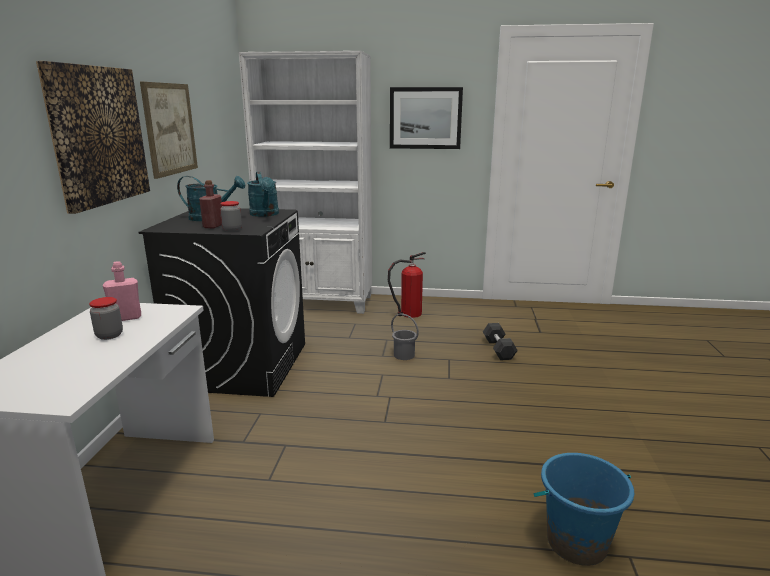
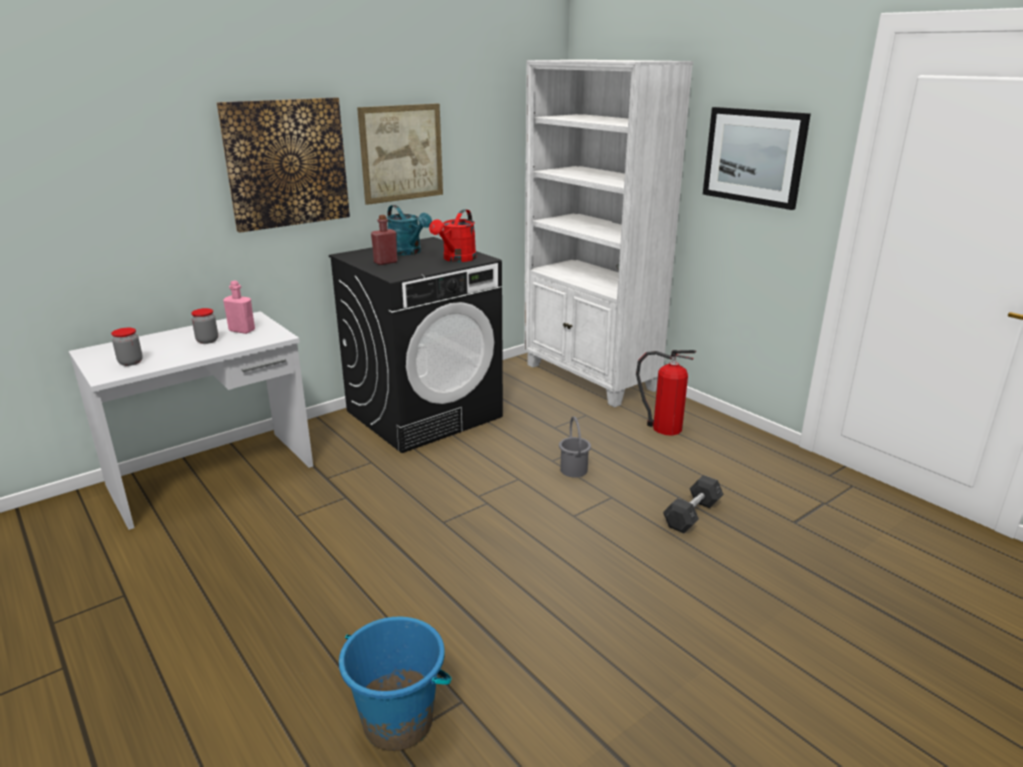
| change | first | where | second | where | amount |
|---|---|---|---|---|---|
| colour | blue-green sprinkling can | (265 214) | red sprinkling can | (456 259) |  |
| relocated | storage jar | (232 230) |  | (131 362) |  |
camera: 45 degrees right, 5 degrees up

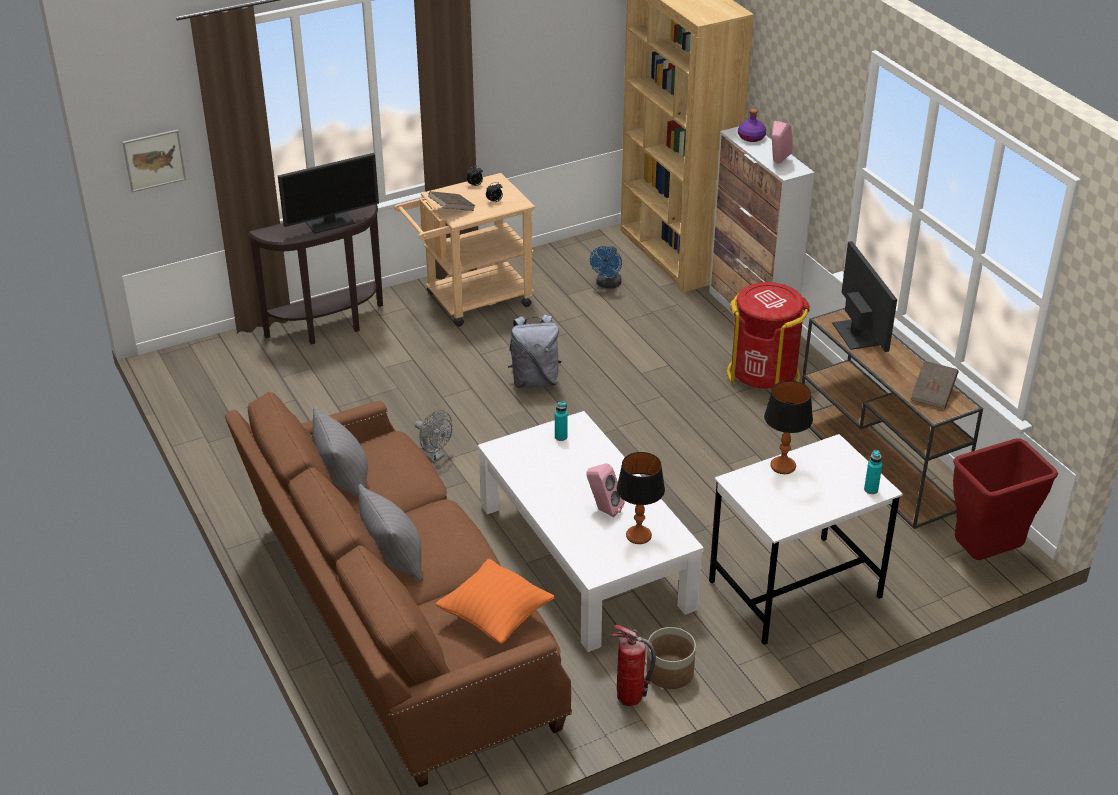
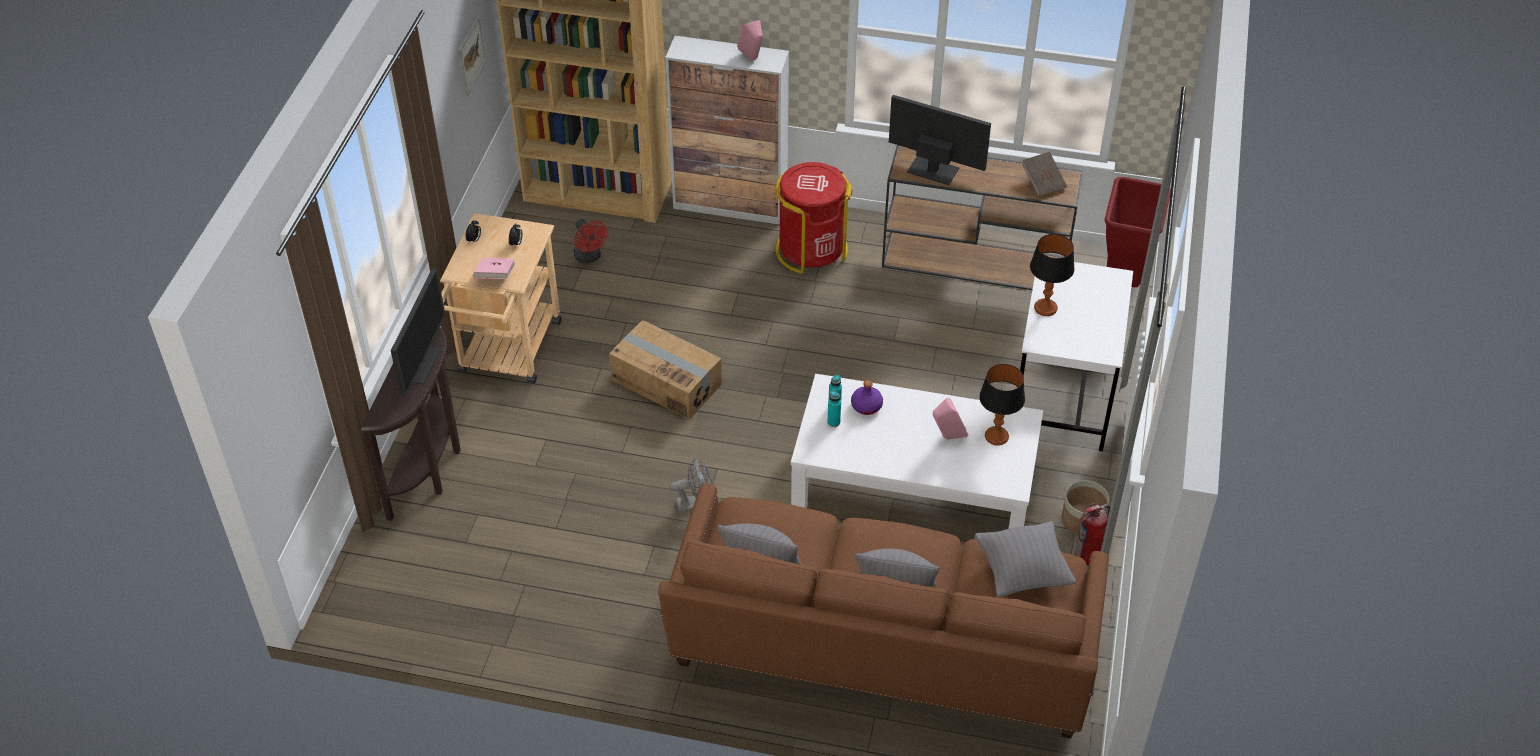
| change | first | where | second | where | amount |
|---|---|---|---|---|---|
| relocated | purple-coloured drink bottle | (751 137) |  | (866 405) |  |
| relocated | wall art | (154 160) |  | (470 56) |  |
| colour | brownish bound book | (452 210) | pinkish bound book | (495 276) |  |
| colour | blue-coloured fan | (607 284) | red fan | (589 257) |  |
| exchanged | gray knapsack | (535 380) | packing box | (667 382) |  |
| relocated | blue-green drink bottle | (871 489) |  | (833 422) |  |
| colour | orangey cushion | (495 617) | gray cushion | (1022 572) |  |
camera: 50 degrees left, 10 degrees up

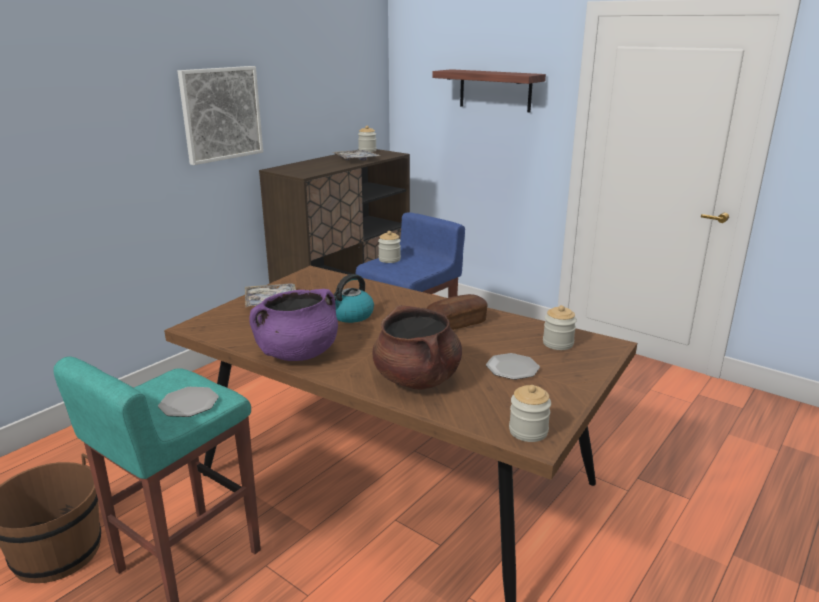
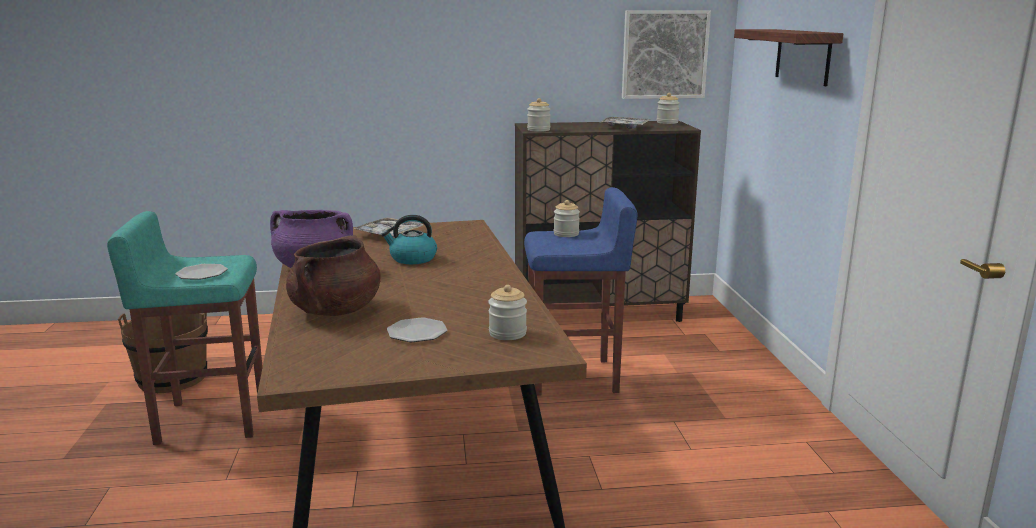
| change | first | where | second | where | amount |
|---|---|---|---|---|---|
| relocated | wall art | (221 114) |  | (664 54) |  |
| missing | bakery bread | (456 324) |  |  |  |
| relocated | storage jar | (528 431) |  | (538 130) |  |
camera: 45 degrees right, 5 degrees down

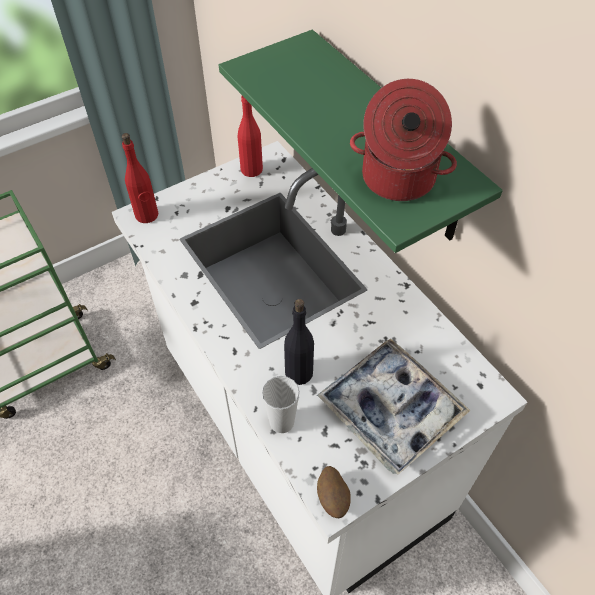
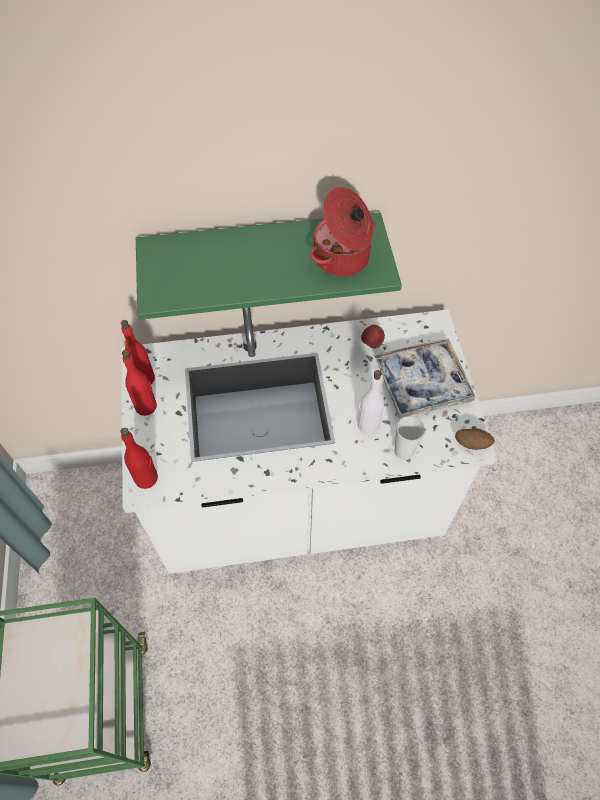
| change | first | where | second | where | amount |
|---|---|---|---|---|---|
| colour | black drink bottle | (299 372) | whitish drink bottle | (368 425) |  |
| appeared |  |  | whole apple | (372 343) |  |
| appeared |  |  | red drink bottle | (146 406) |  |
camera: 65 degrees left, 5 degrees up

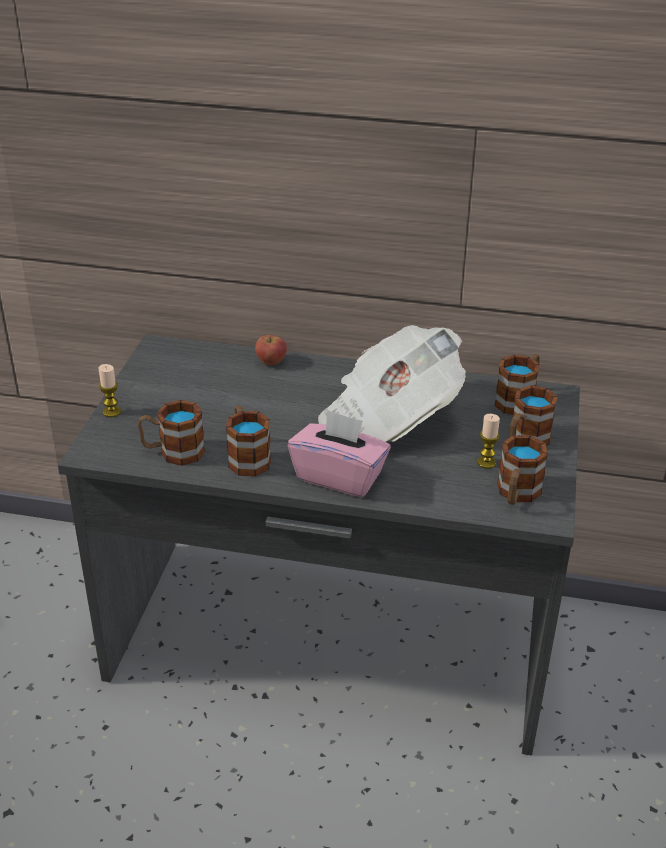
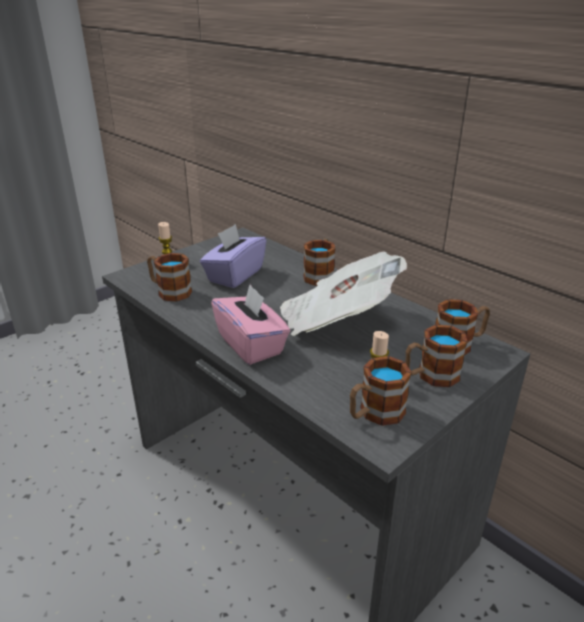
| change | first | where | second | where | amount |
|---|---|---|---|---|---|
| missing | whole apple | (271 362) |  |  |  |
| relocated | mug | (247 457) |  | (320 275) |  |
| appeared |  |  | purple-coloured tissue box | (234 275) |  |
camera: 35 degrees right, 5 degrees down

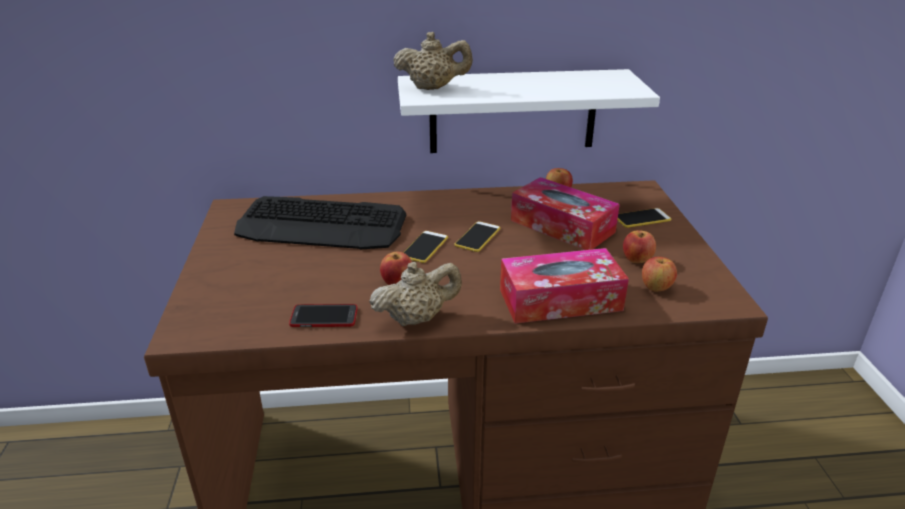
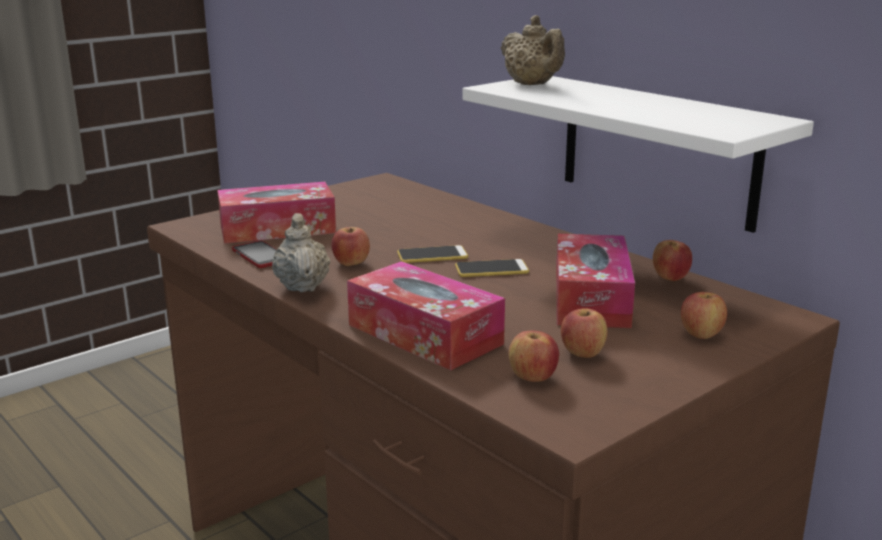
| change | first | where | second | where | amount |
|---|---|---|---|---|---|
| missing | PC keyboard | (322 225) |  |  |  |
| exchanged | telephone | (642 218) | whole apple | (701 335) |  |
| spun | beige-coloured tea pot | (416 318) |  | (302 286) | 135 degrees counterclockwise |
| appeared |  |  | tissue box | (277 229) |  |
camera: 55 degrees right, 10 degrees down

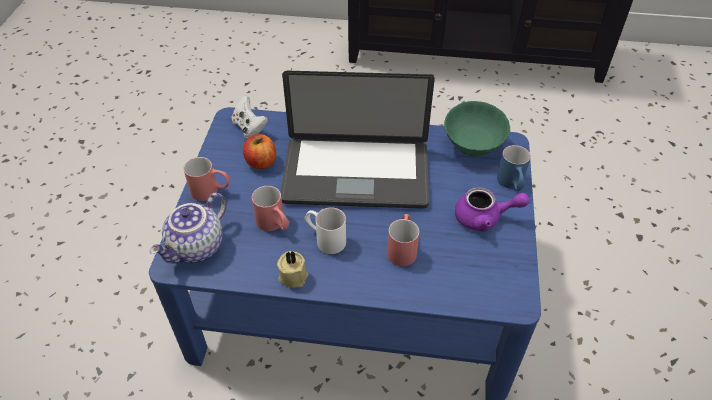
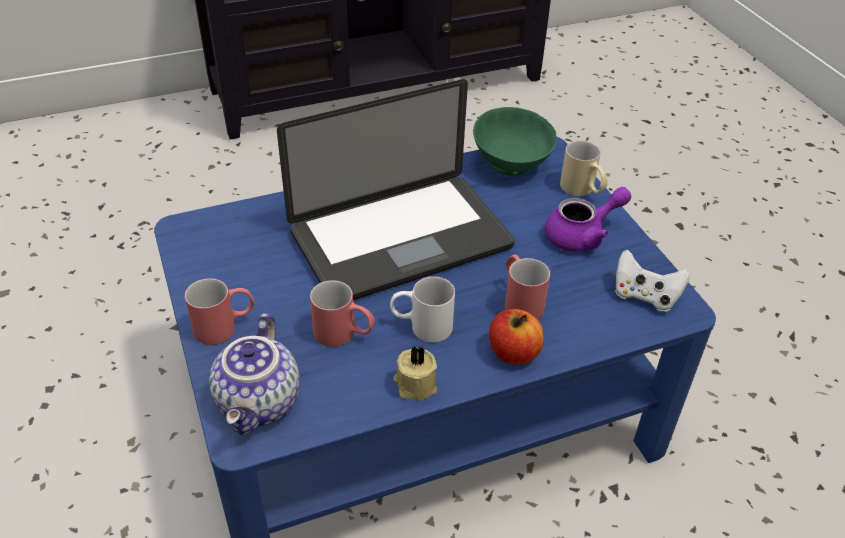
| change | first | where | second | where | amount |
|---|---|---|---|---|---|
| relocated | whitish gamepad | (249 128) |  | (645 296) |  |
| relocated | whole apple | (261 162) |  | (513 353) |  |
| colour | blue-coloured mug | (511 184) | beige-coloured mug | (582 190) |  |
camera: 30 degrees left, 5 degrees down

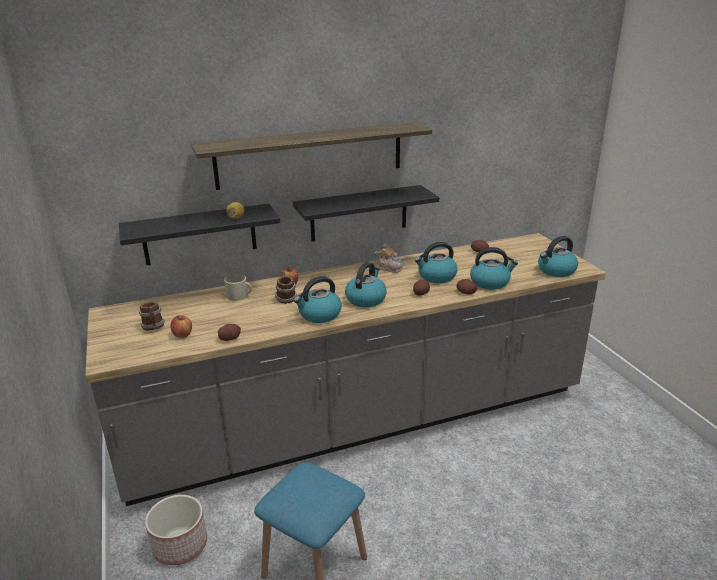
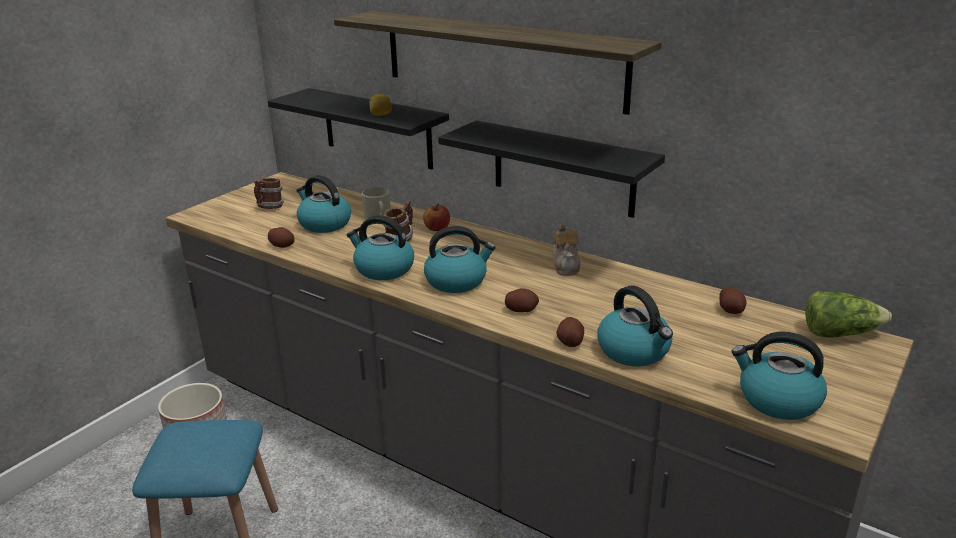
| change | first | where | second | where | amount |
|---|---|---|---|---|---|
| relocated | tea kettle | (436 276) |  | (324 224) |  |
| missing | whole apple | (182 334) |  |  |  |
| appeared |  |  | lettuce head | (839 333) |  |
camera: 55 degrees right, 0 degrees up

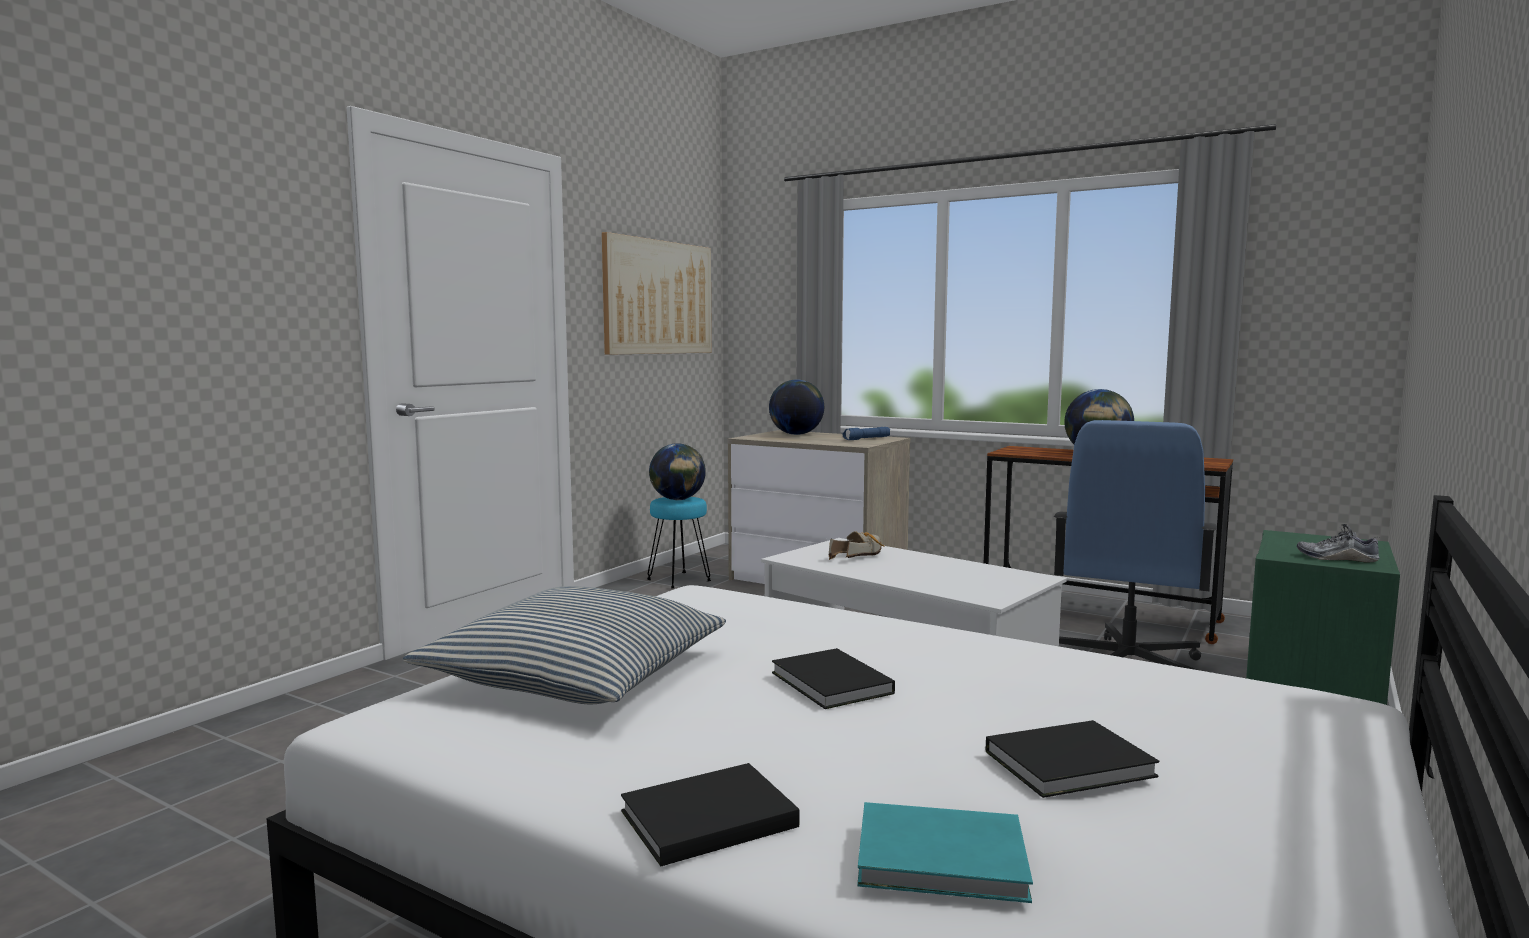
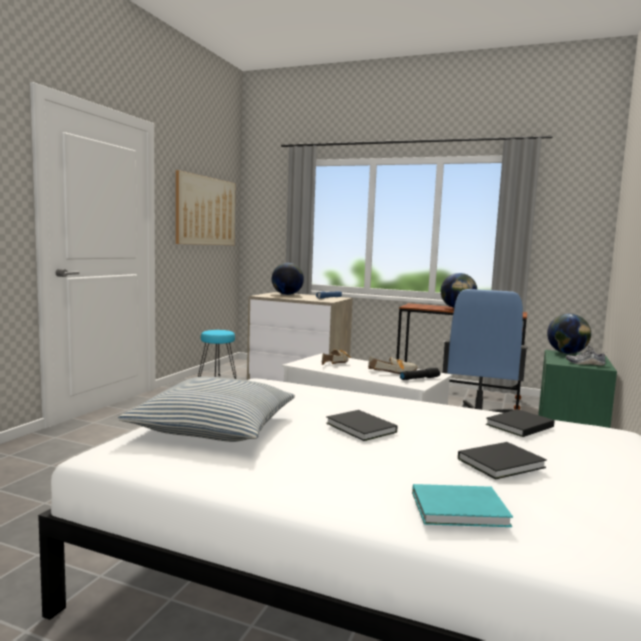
| change | first | where | second | where | amount |
|---|---|---|---|---|---|
| relocated | desk globe | (677 500) |  | (566 353) |  |
| relocated | black bound book | (703 819) |  | (517 425) |  |
| appeared |  |  | shoe | (395 372) |  |
| appeared |  |  | black flashlight | (419 378) |  |
camera: 10 degrees left, 0 degrees up

